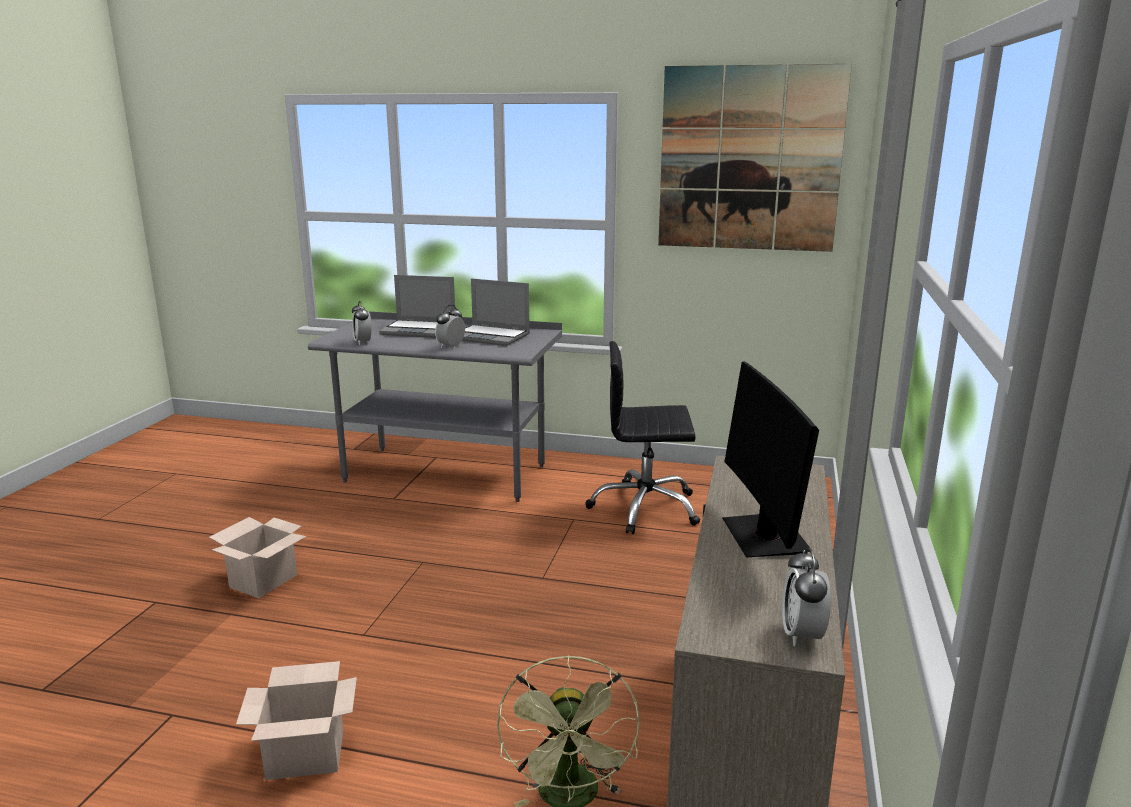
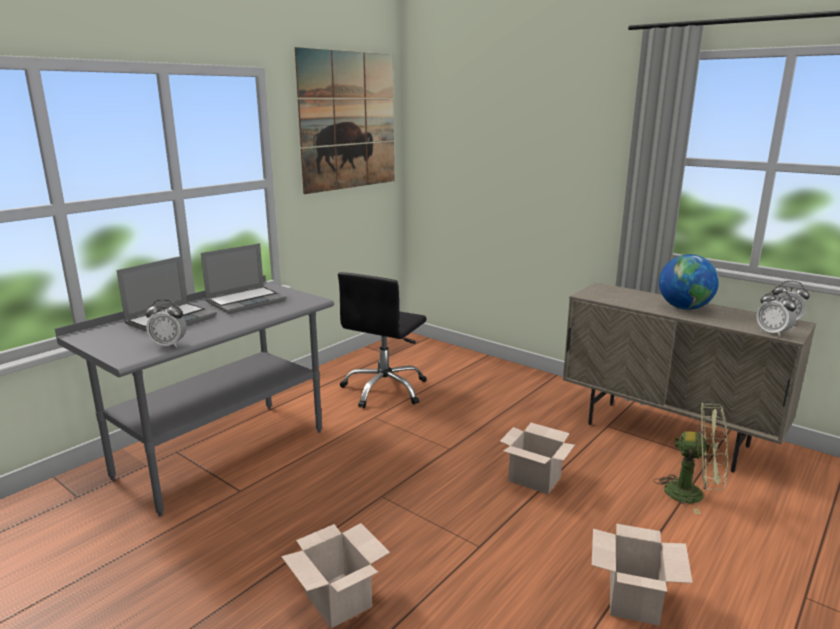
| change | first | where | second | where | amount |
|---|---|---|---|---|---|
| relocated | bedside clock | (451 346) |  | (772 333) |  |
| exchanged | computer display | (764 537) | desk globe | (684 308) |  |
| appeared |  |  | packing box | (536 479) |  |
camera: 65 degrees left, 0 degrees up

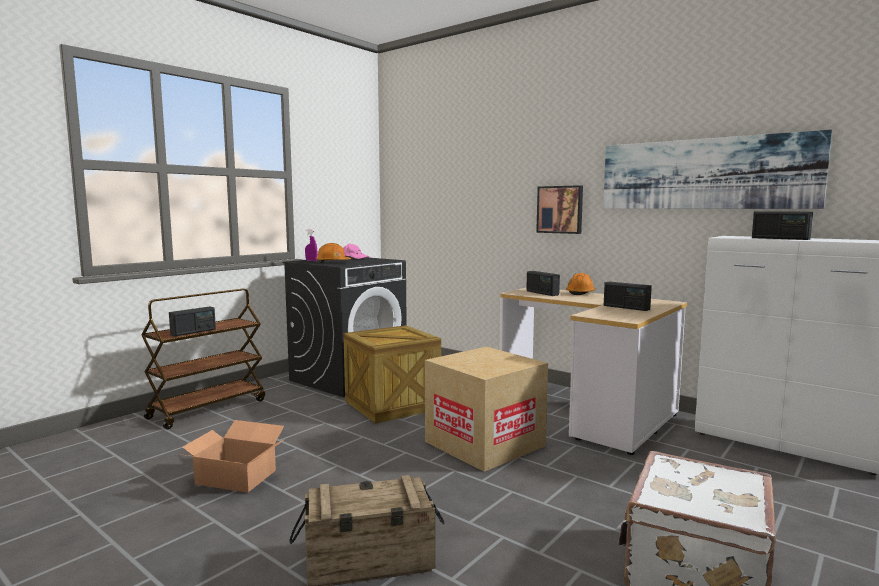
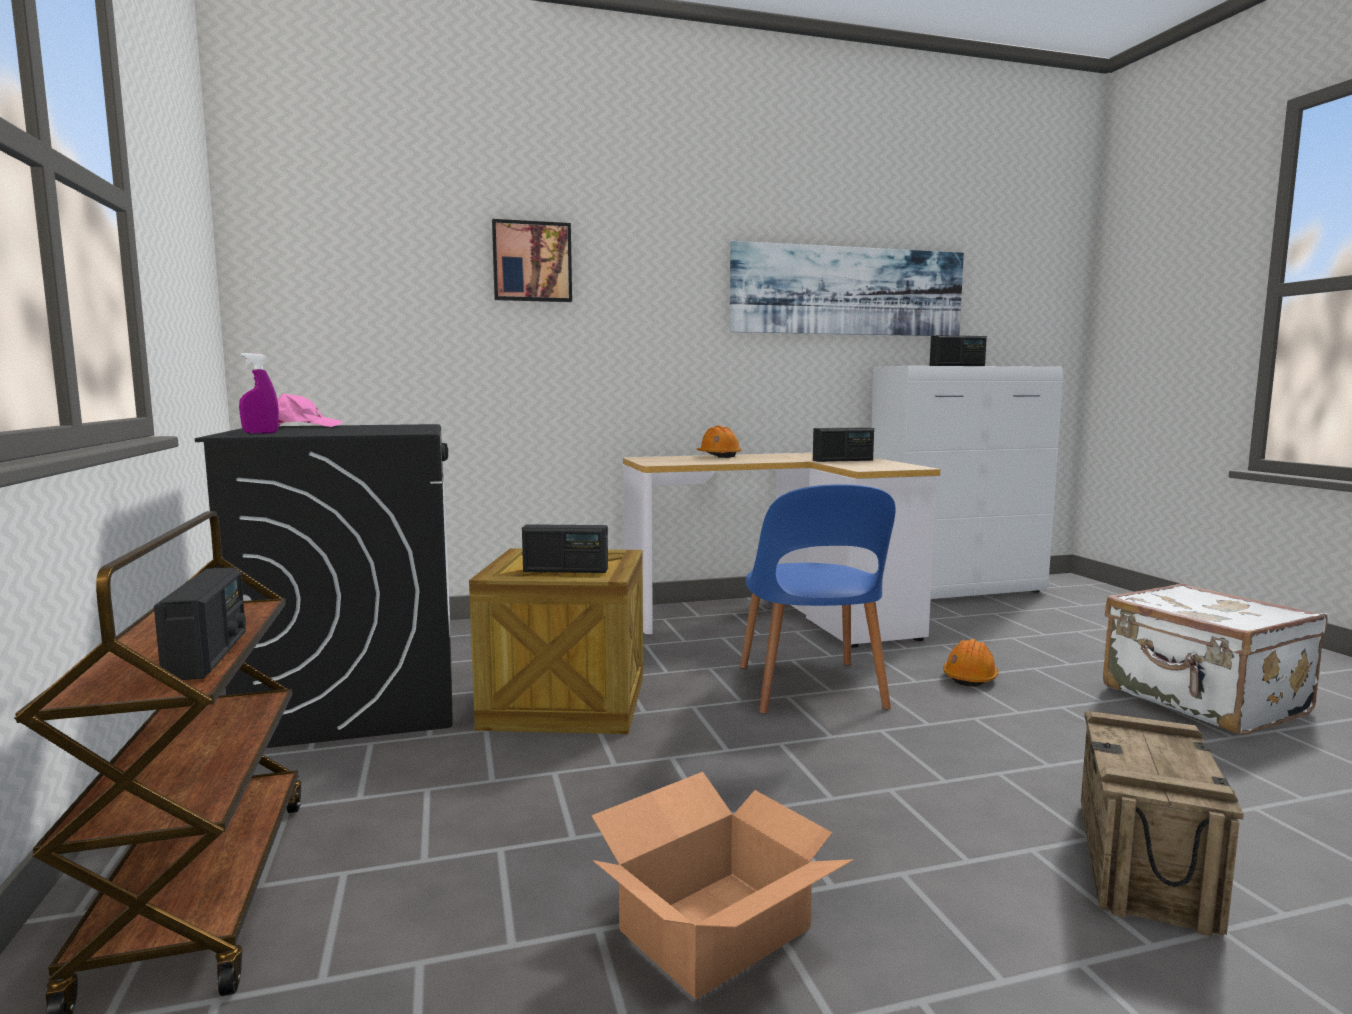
| change | first | where | second | where | amount |
|---|---|---|---|---|---|
| relocated | wall art | (560 209) |  | (532 262) |  |
| relocated | orangey work helmet | (332 262) |  | (970 677) |  |
| relocated | radio set | (542 293) |  | (565 570) |  |
| exchanged | packing box | (484 444) | blue-coloured upright chair | (810 690) |  |
camera: 55 degrees left, 0 degrees up

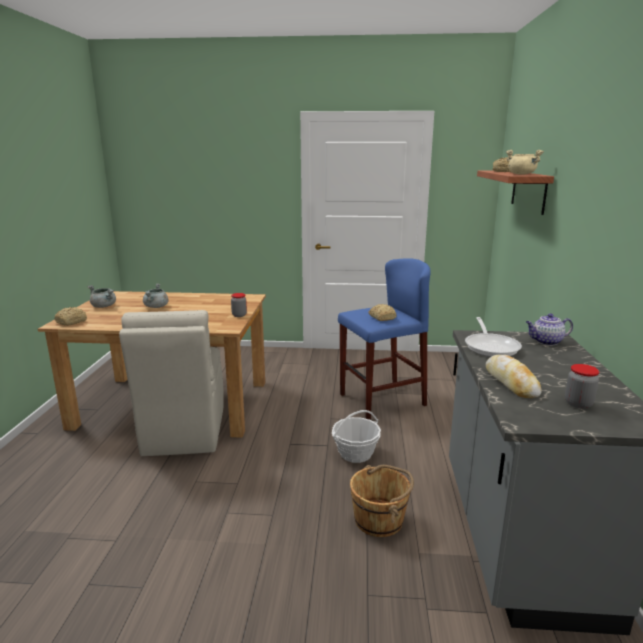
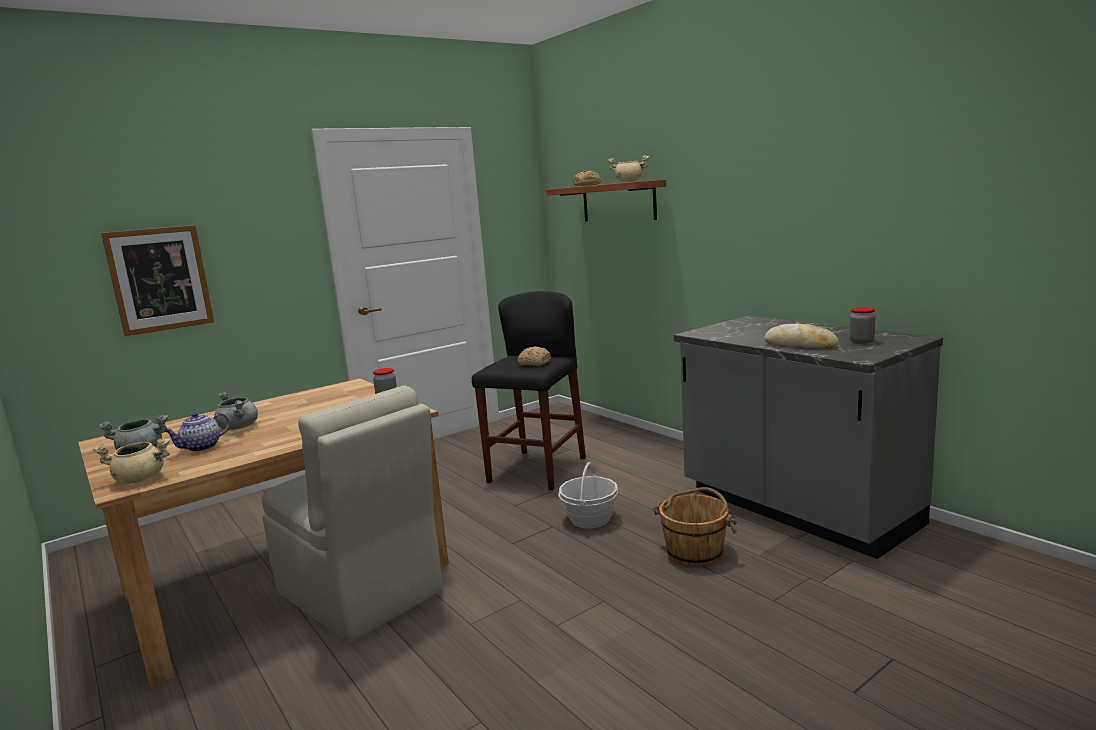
| change | first | where | second | where | amount |
|---|---|---|---|---|---|
| colour | blue-coloured stool | (382 400) | black stool | (537 470) |  |
| exchanged | bakery bread | (72 322) | beige-coloured saucepot | (141 479) |  |
| relocated | tea pot | (546 342) |  | (201 447) |  |
| missing | skillet | (491 346) |  |  |  |
| appeared |  |  | wall art | (160 279) |  |
camera: 40 degrees left, 5 degrees down

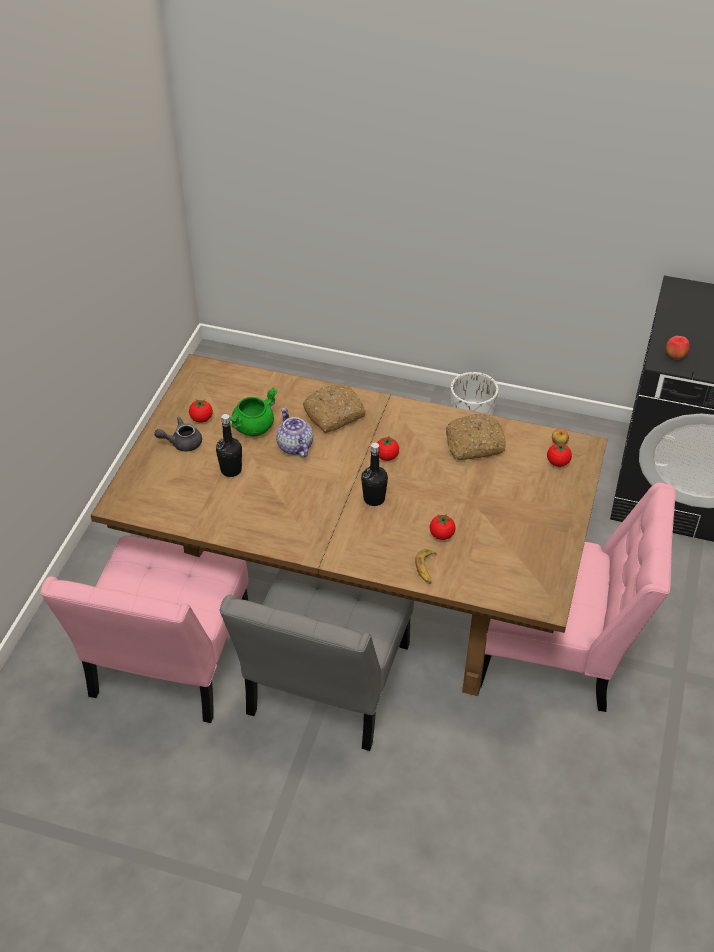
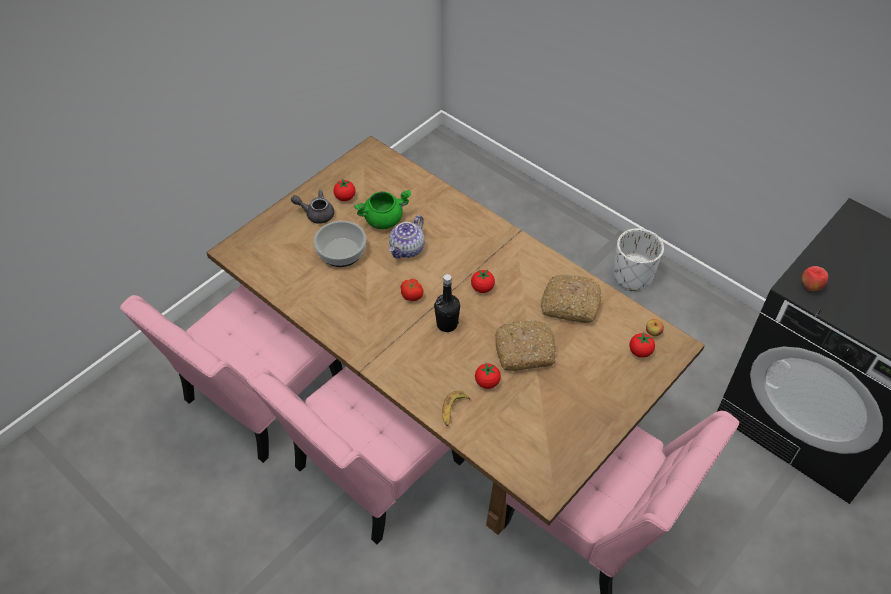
| change | first | where | second | where | amount |
|---|---|---|---|---|---|
| relocated | bakery bread | (334 413) |  | (525 350) |  |
| spun | tea pot | (294 446) |  | (407 249) | 150 degrees counterclockwise |
| exchanged | black drink bottle | (231 470) | serving bowl | (341 252) |  |
| colour | gray upright chair | (325 687) | pinkish upright chair | (371 471) |  |
| appeared |  |  | whole tomato | (412 296) |  |
camera: 25 degrees right, 5 degrees up

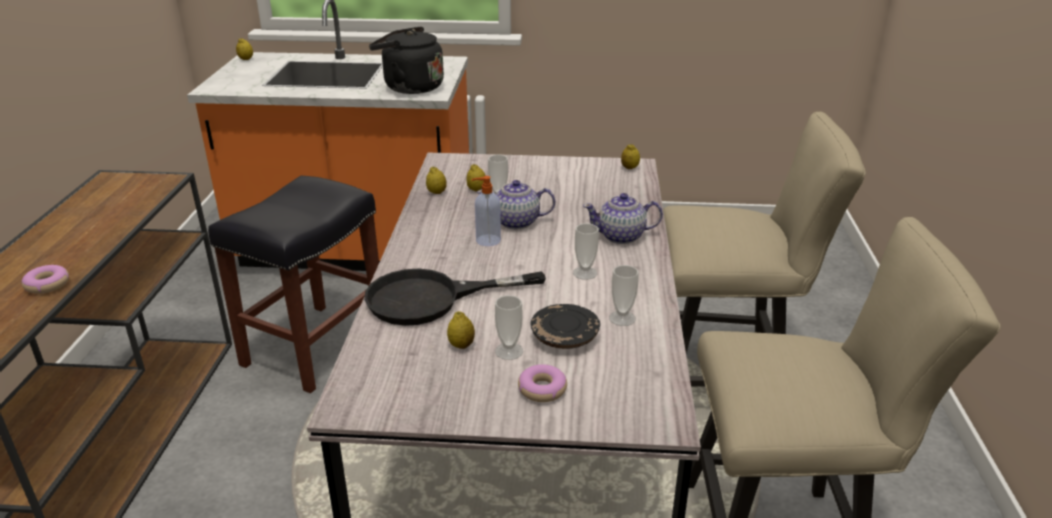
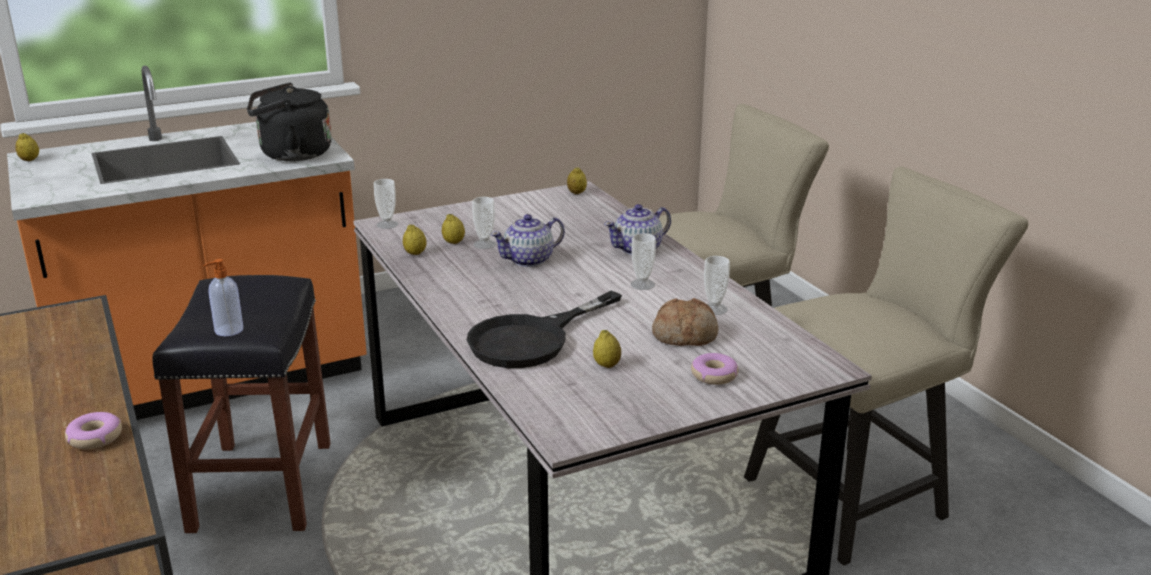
| change | first | where | second | where | amount |
|---|---|---|---|---|---|
| relocated | soap bottle | (487 240) |  | (228 330) |  |
| relocated | drinking cup | (509 351) |  | (387 224) |  |
| exchanged | black flat dish | (565 337) | bakery bread | (685 335) |  |
camera: 30 degrees left, 5 degrees down

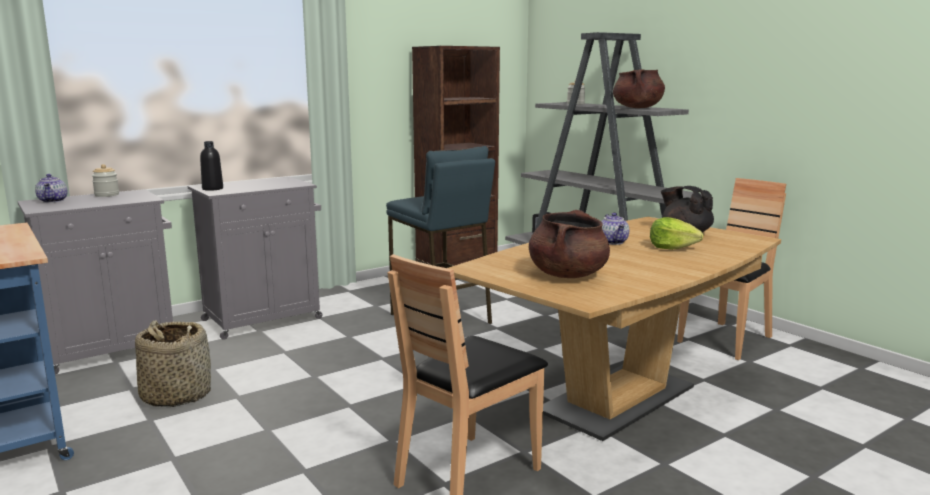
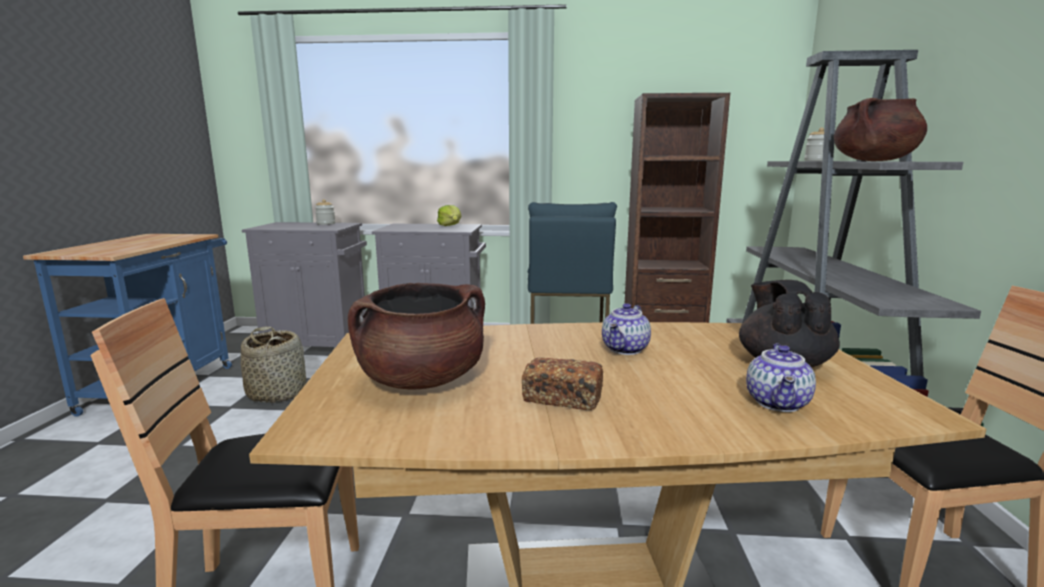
| change | first | where | second | where | amount |
|---|---|---|---|---|---|
| missing | black drink bottle | (212 189) |  |  |  |
| relocated | tea pot | (53 201) |  | (779 403) |  |
| relocated | lettuce head | (672 248) |  | (450 226) |  |
| appeared |  |  | bakery bread | (562 399) |  |
camera: 40 degrees right, 0 degrees up

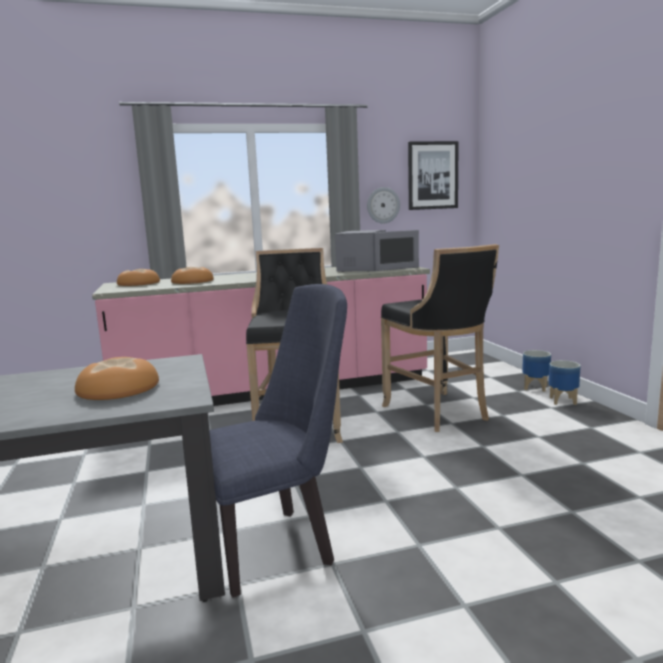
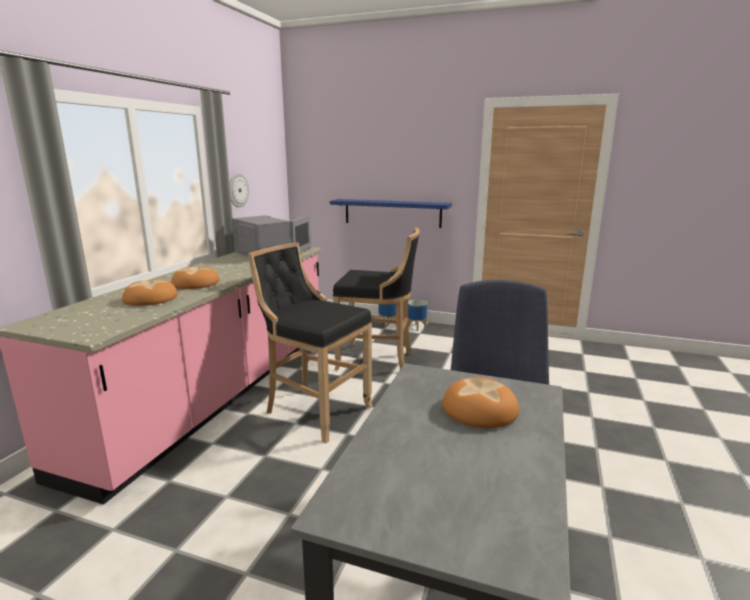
| change | first | where | second | where | amount |
|---|---|---|---|---|---|
| missing | wall art | (432 175) |  |  |  |
| relocated | bakery bread | (139 283) |  | (196 283) |  |
| appeared |  |  | blue-coloured bracket shelf | (392 213) |  |
camera: 55 degrees left, 5 degrees up

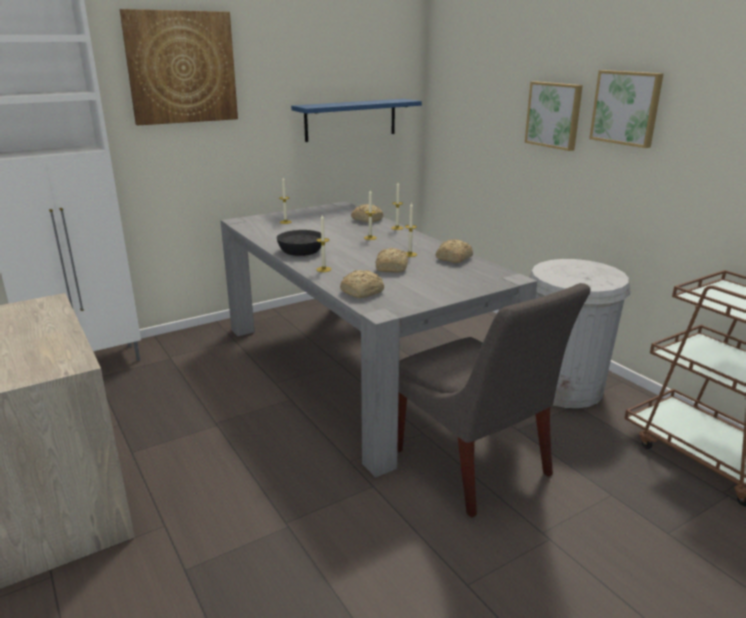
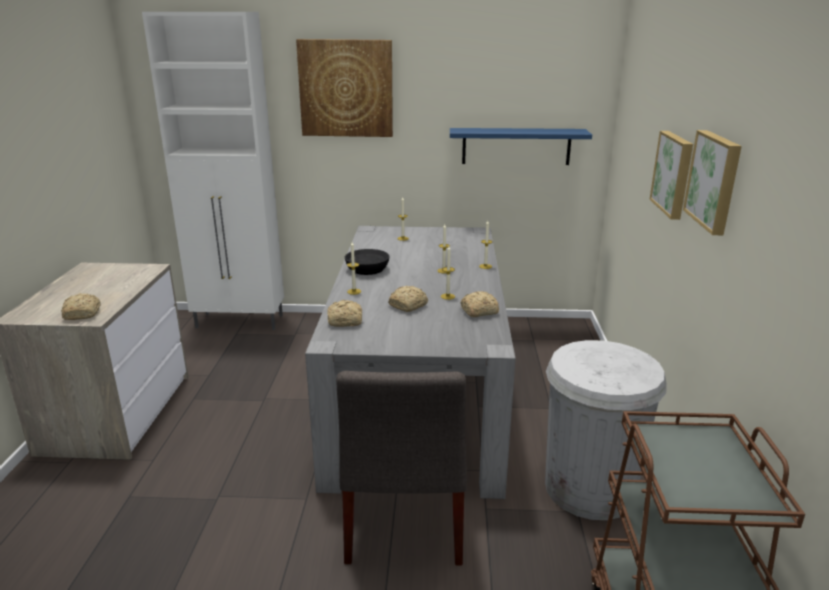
| change | first | where | second | where | amount |
|---|---|---|---|---|---|
| relocated | bakery bread | (367 219) |  | (83 313) |  |
camera: 35 degrees right, 0 degrees up

